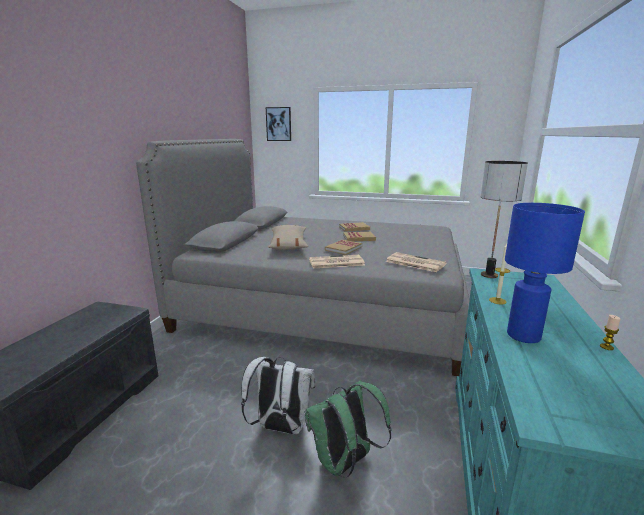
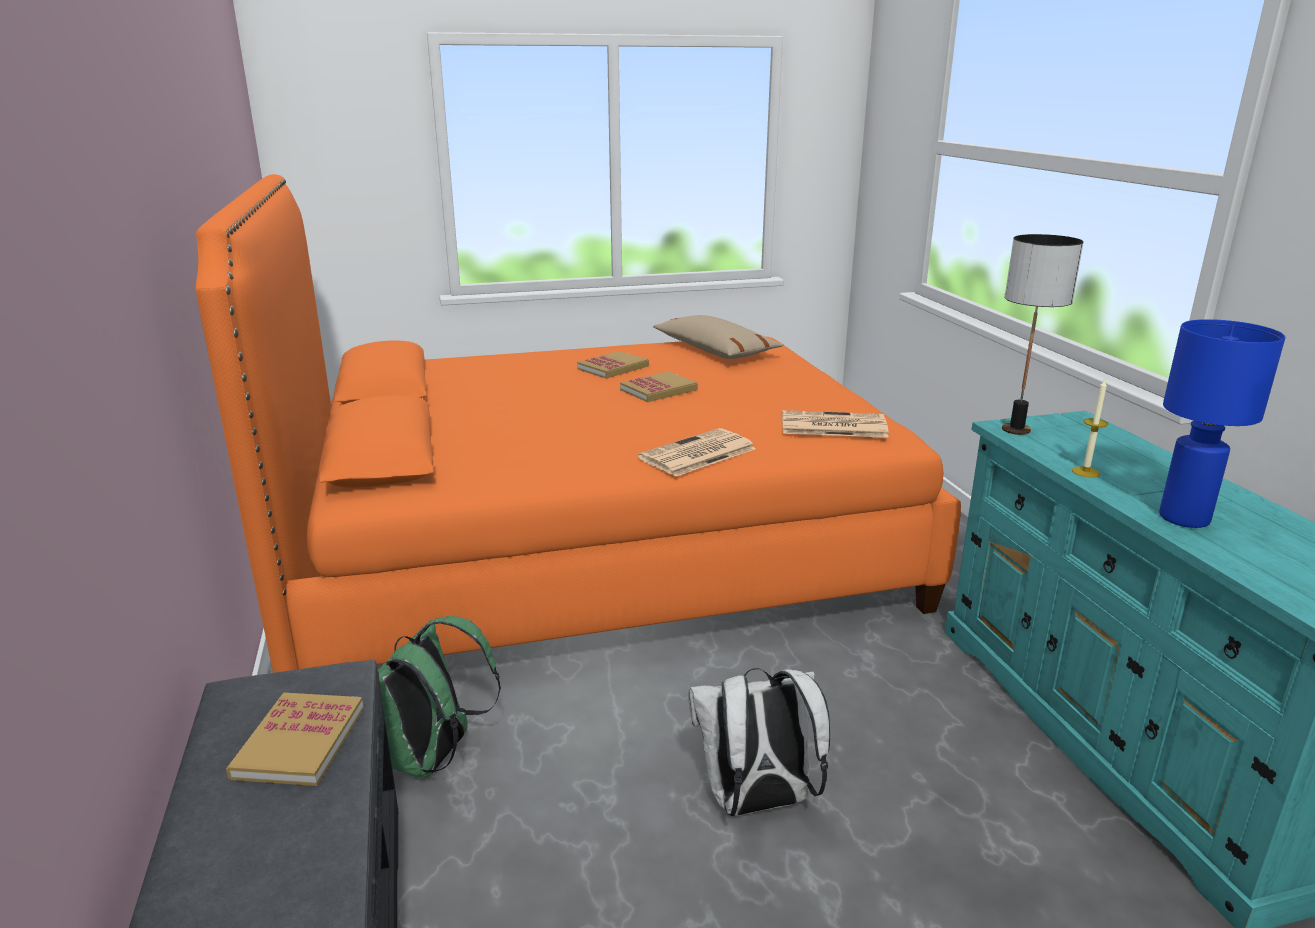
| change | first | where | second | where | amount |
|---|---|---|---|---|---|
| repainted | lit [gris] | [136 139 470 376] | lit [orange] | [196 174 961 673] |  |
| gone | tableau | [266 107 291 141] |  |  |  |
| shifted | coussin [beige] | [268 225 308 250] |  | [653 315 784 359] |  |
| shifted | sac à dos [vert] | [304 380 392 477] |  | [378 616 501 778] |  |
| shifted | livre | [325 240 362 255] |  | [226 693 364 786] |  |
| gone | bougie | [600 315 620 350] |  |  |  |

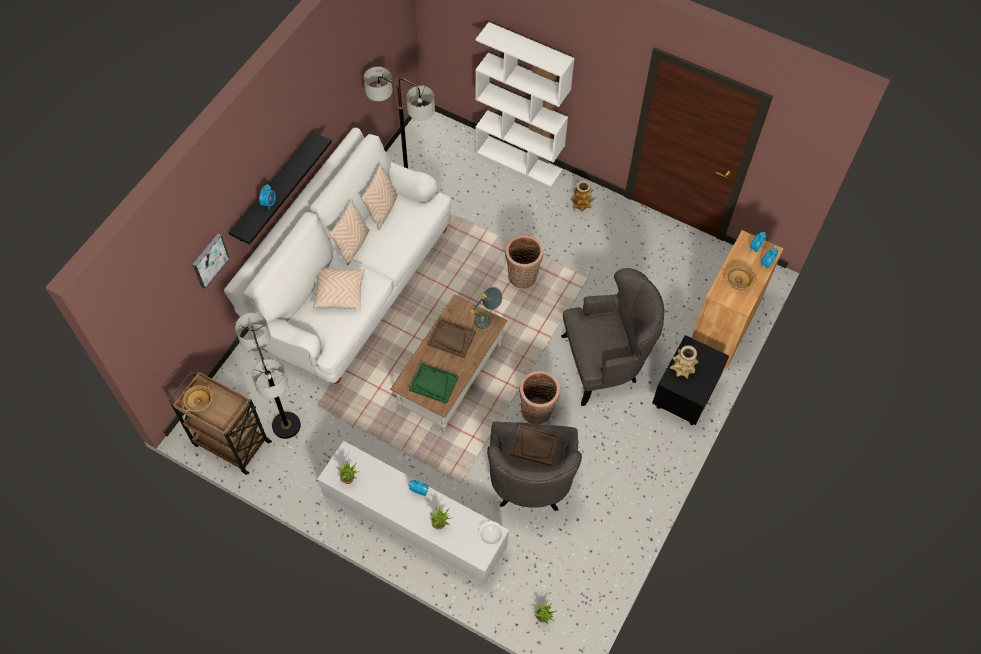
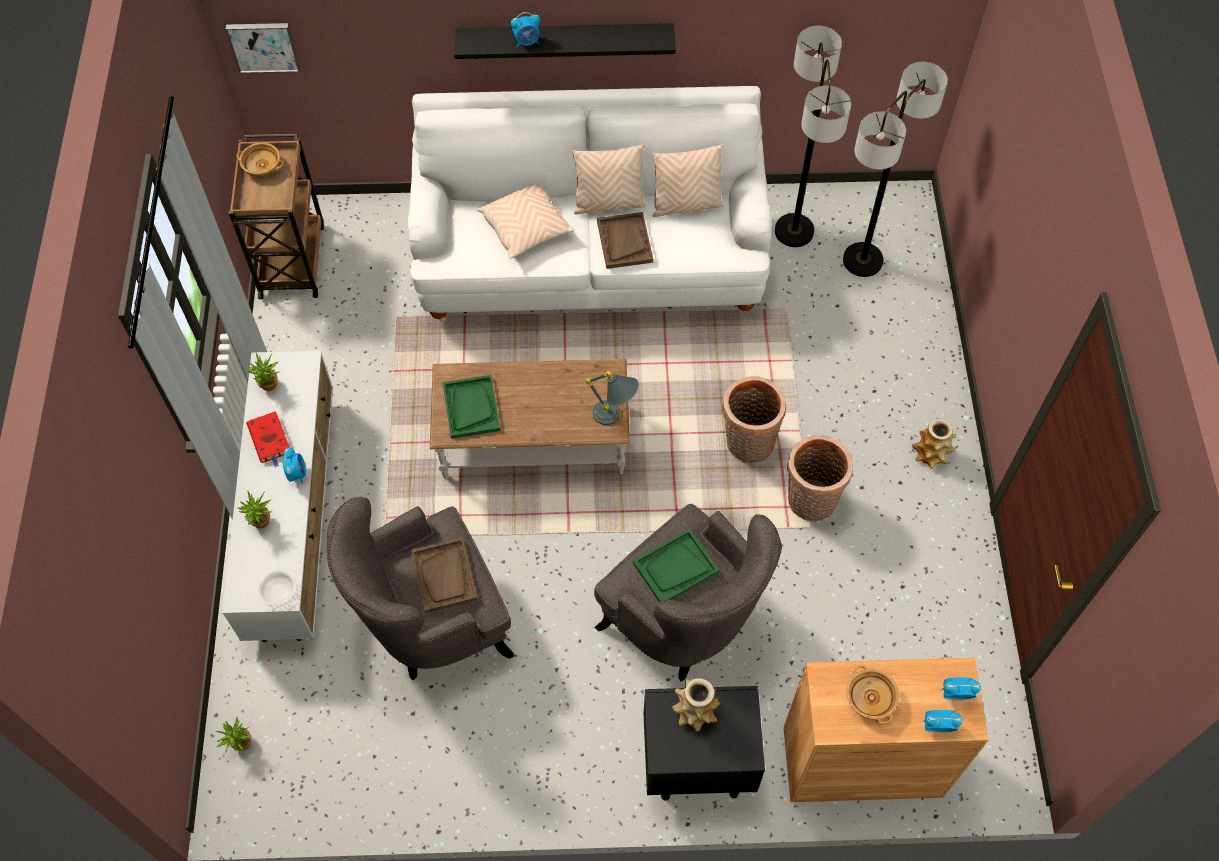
| change | first | where | second | where | amount |
|---|---|---|---|---|---|
| shifted | tableau | [192 234 230 289] |  | [226 23 300 73] |  |
| shifted | lampadaire | [235 312 301 439] |  | [843 62 948 277] |  |
| shifted | plateau [marron] | [427 318 476 358] |  | [597 212 653 269] |  |
| gone | bibliothèque [blanc] | [475 22 574 187] |  |  |  |
| shifted | panier | [519 371 560 424] |  | [787 435 853 522] |  |
| new |  |  | livre [rouge] | [246 411 290 467] |  |
| new |  |  | plateau [vert] | [633 529 719 602] |  |

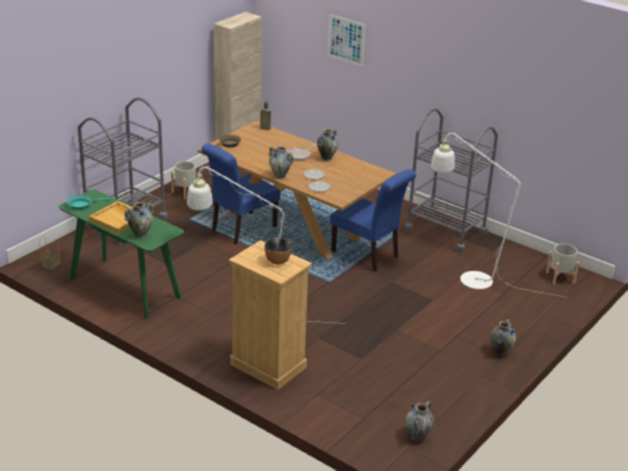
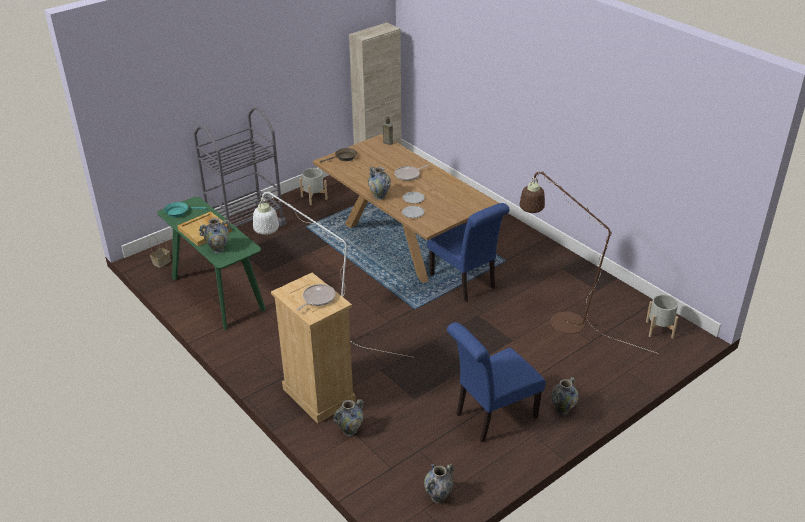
| change | first | where | second | where | amount |
|---|---|---|---|---|---|
| shifted | chaise [bleu] | [201 144 280 244] |  | [447 322 546 442] |  |
| swapped | bol | [265 238 292 265] | poêle | [297 284 335 311] |  |
| shifted | vase | [317 129 339 161] |  | [333 399 364 436] |  |
| gone | tableau | [328 14 366 66] |  |  |  |
| gone | chariot [gris] | [404 108 498 253] |  |  |  |
| repainted | lampadaire [blanc] | [431 132 567 298] | lampadaire [marron] | [520 172 659 354] |  |

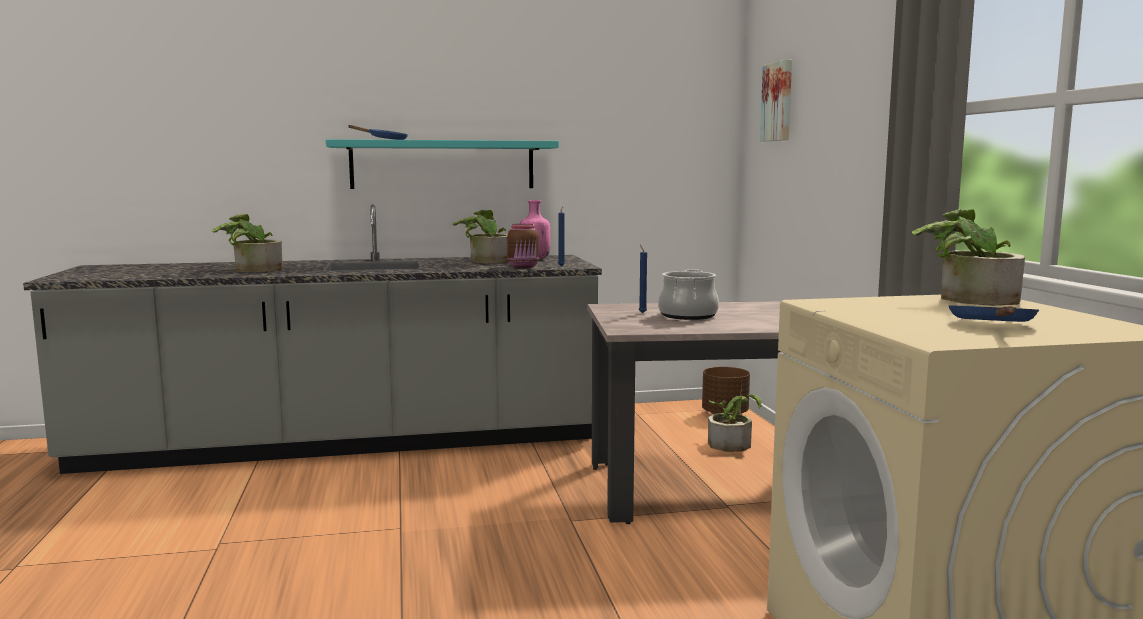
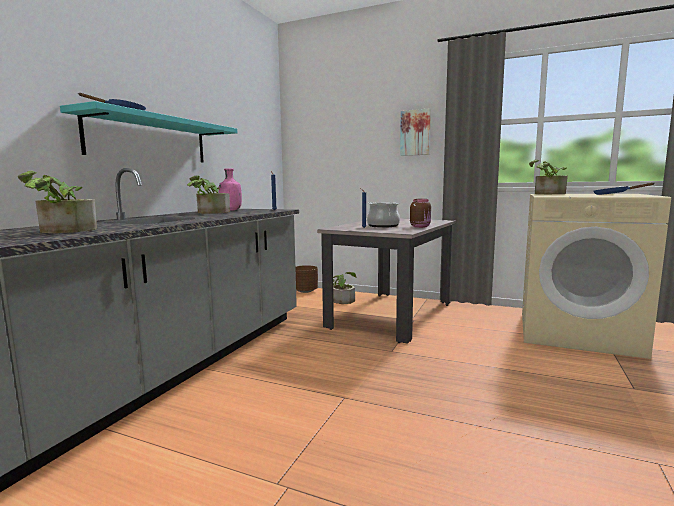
| change | first | where | second | where | amount |
|---|---|---|---|---|---|
| shifted | bocal [marron] | [507 224 539 268] |  | [410 199 431 228] |  |
| shifted | tableau | [760 59 792 142] |  | [400 108 431 156] |  |

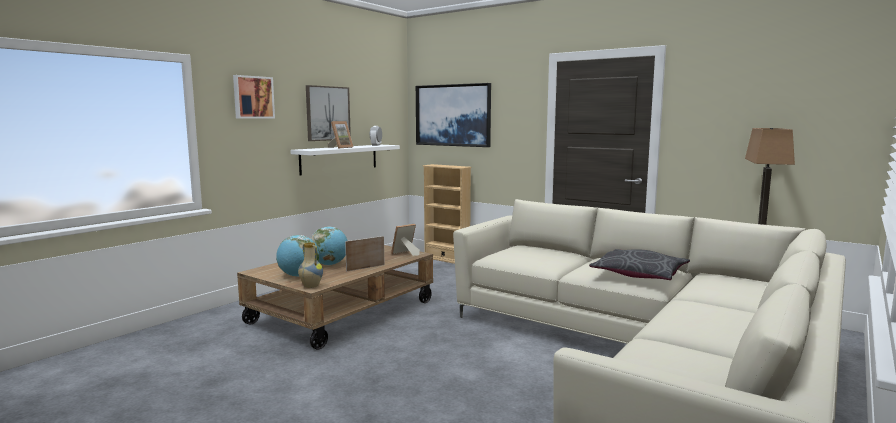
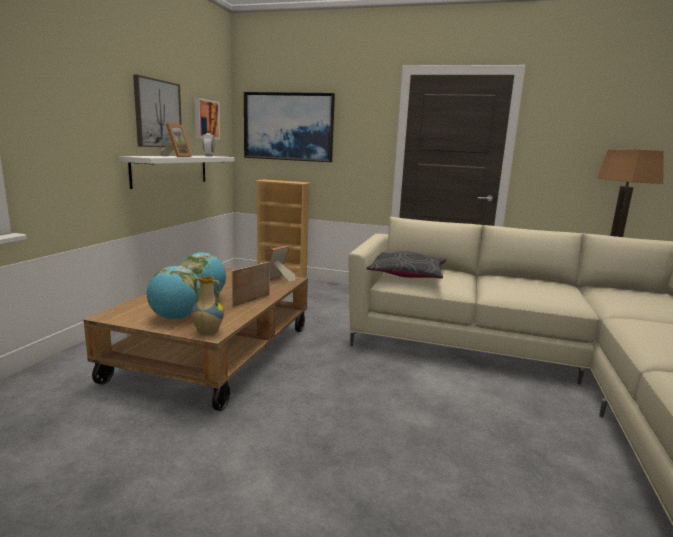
| change | first | where | second | where | amount |
|---|---|---|---|---|---|
| shifted | tableau | [233 75 275 119] |  | [194 98 220 139] |  |
| shifted | coussin [gris] | [589 249 690 280] |  | [366 252 446 278] |  |

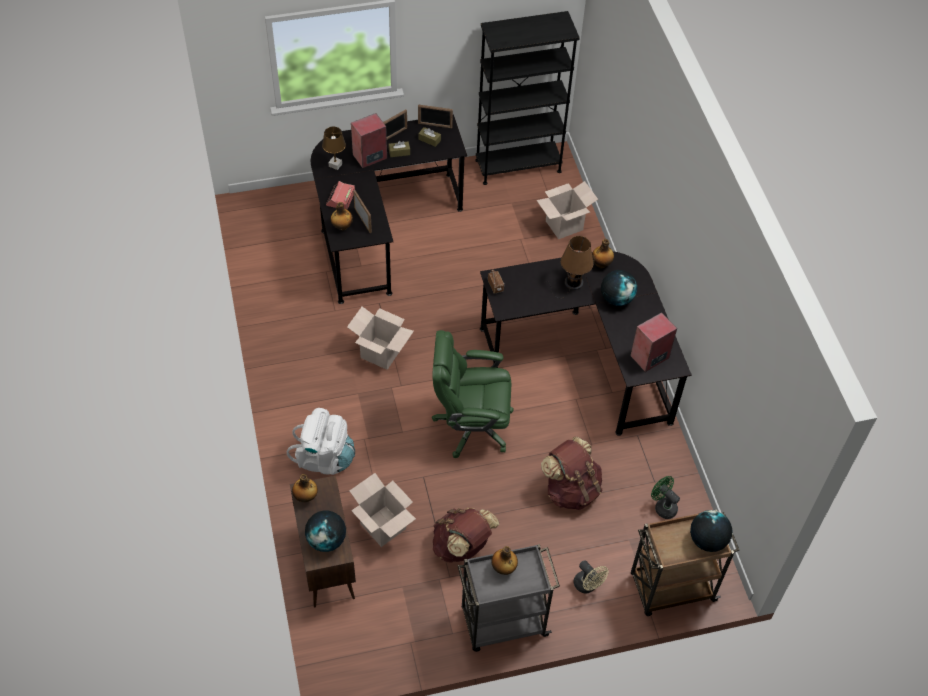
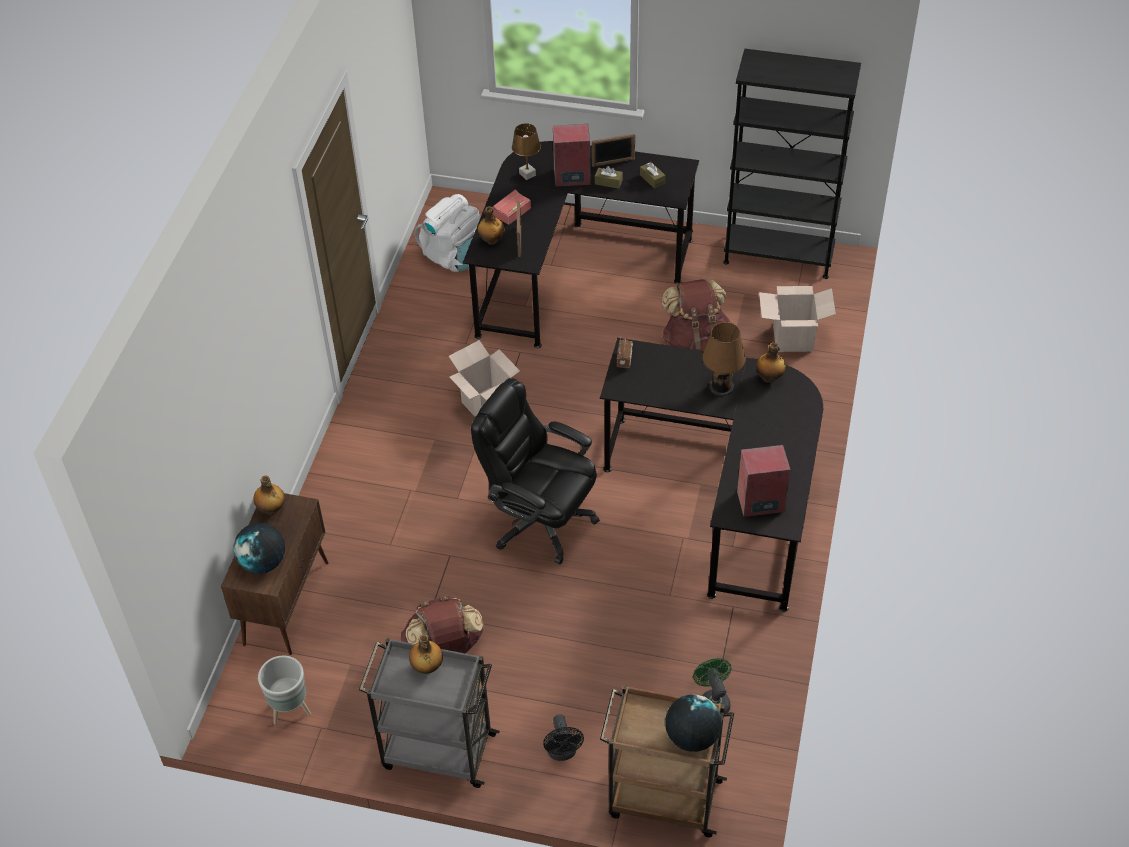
| change | first | where | second | where | amount |
|---|---|---|---|---|---|
| shifted | sac à dos [blanc] | [287 408 355 475] |  | [415 194 480 272] |  |
| gone | carton | [350 473 416 547] |  |  |  |
| gone | cadre photo | [418 104 453 128] |  |  |  |
| repainted | chaise de bureau [vert] | [432 330 514 458] | chaise de bureau [noir] | [471 378 600 564] |  |
| shifted | sac à dos [marron] | [541 436 602 510] |  | [662 279 731 351] |  |
| repainted | ventilateur [beige] | [573 560 609 593] | ventilateur [noir] | [543 714 584 761] |  |
| gone | globe | [601 270 637 306] |  |  |  |
| new |  |  | cache-pot [gris] | [258 656 311 725] |  |

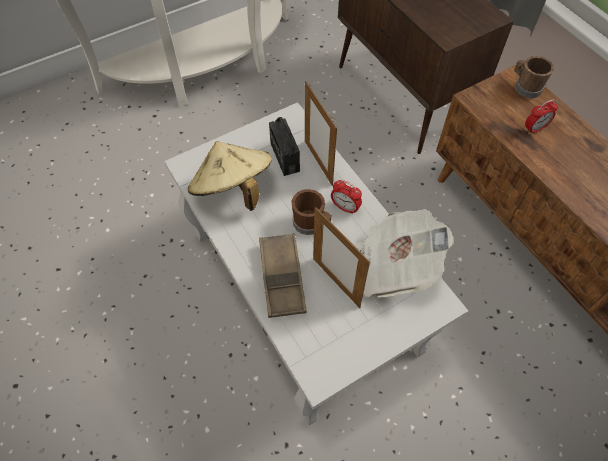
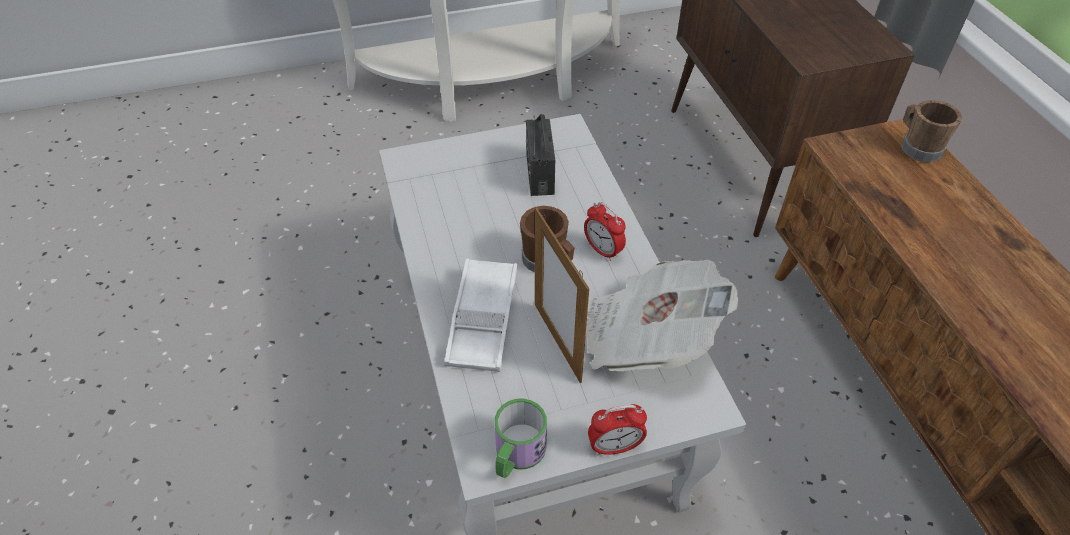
| change | first | where | second | where | amount |
|---|---|---|---|---|---|
| gone | chapeau [beige] | [188 141 272 211] |  |  |  |
| repainted | plateau [marron] | [259 234 307 318] | plateau [blanc] | [444 258 517 372] |  |
| gone | cadre photo | [305 81 337 186] |  |  |  |
| shifted | réveil | [525 99 558 134] |  | [588 404 647 455] |  |
| new |  |  | mug | [495 399 547 478] |  |

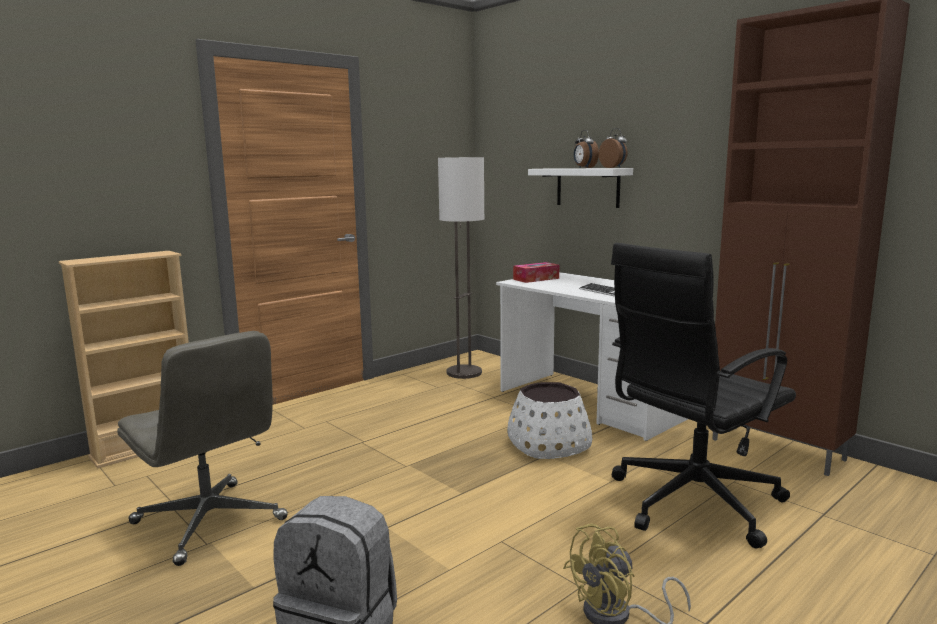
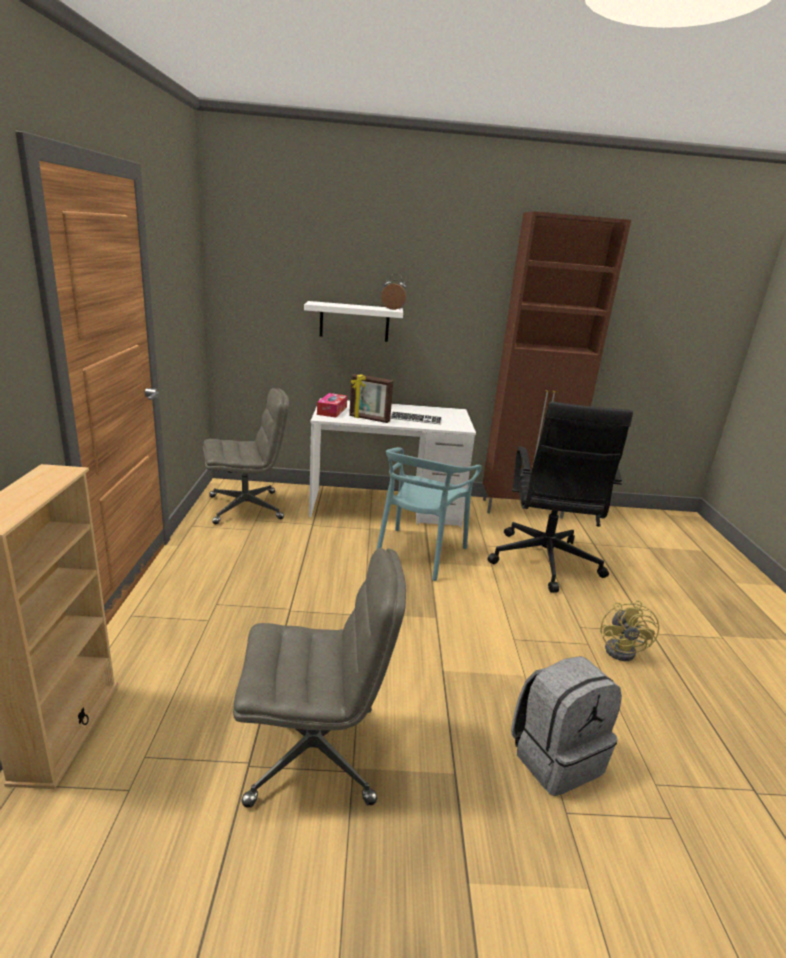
| change | first | where | second | where | amount |
|---|---|---|---|---|---|
| swapped | lampadaire | [438 157 484 379] | chaise de bureau [gris] | [203 388 289 524] |  |
| swapped | cache-pot [blanc] | [507 382 592 459] | chaise [turquoise] | [376 447 481 581] |  |
| gone | réveil | [574 130 599 168] |  |  |  |
| new |  |  | cadre photo | [349 374 393 423] |  |

